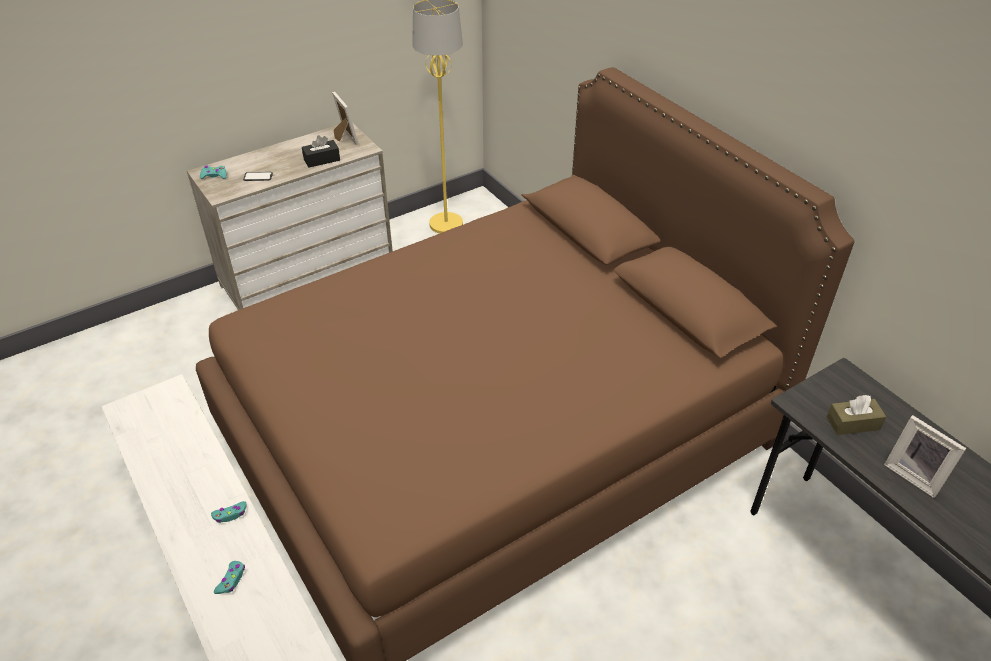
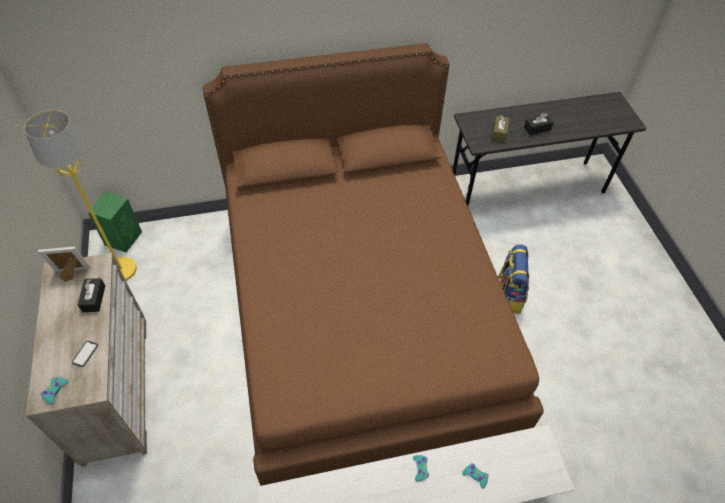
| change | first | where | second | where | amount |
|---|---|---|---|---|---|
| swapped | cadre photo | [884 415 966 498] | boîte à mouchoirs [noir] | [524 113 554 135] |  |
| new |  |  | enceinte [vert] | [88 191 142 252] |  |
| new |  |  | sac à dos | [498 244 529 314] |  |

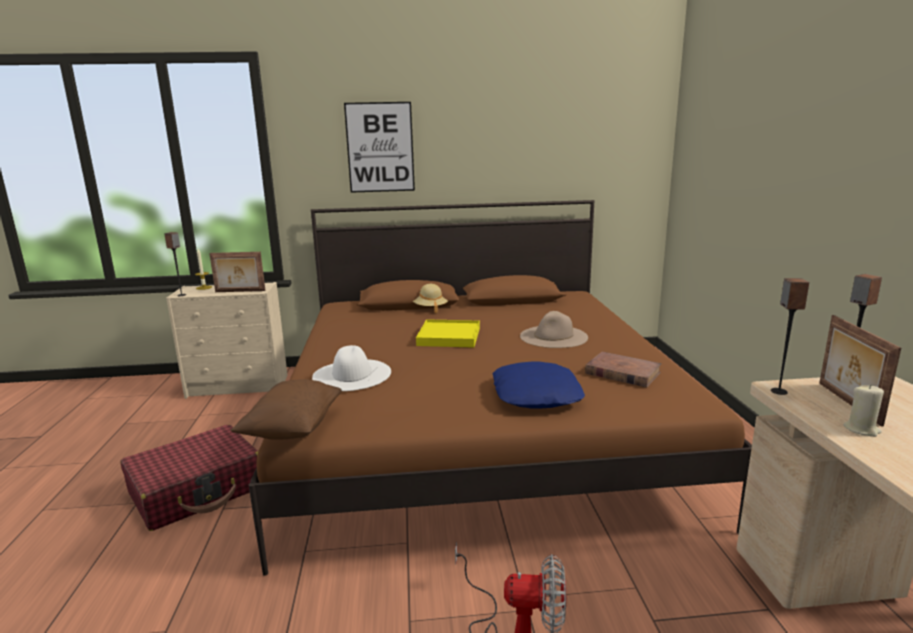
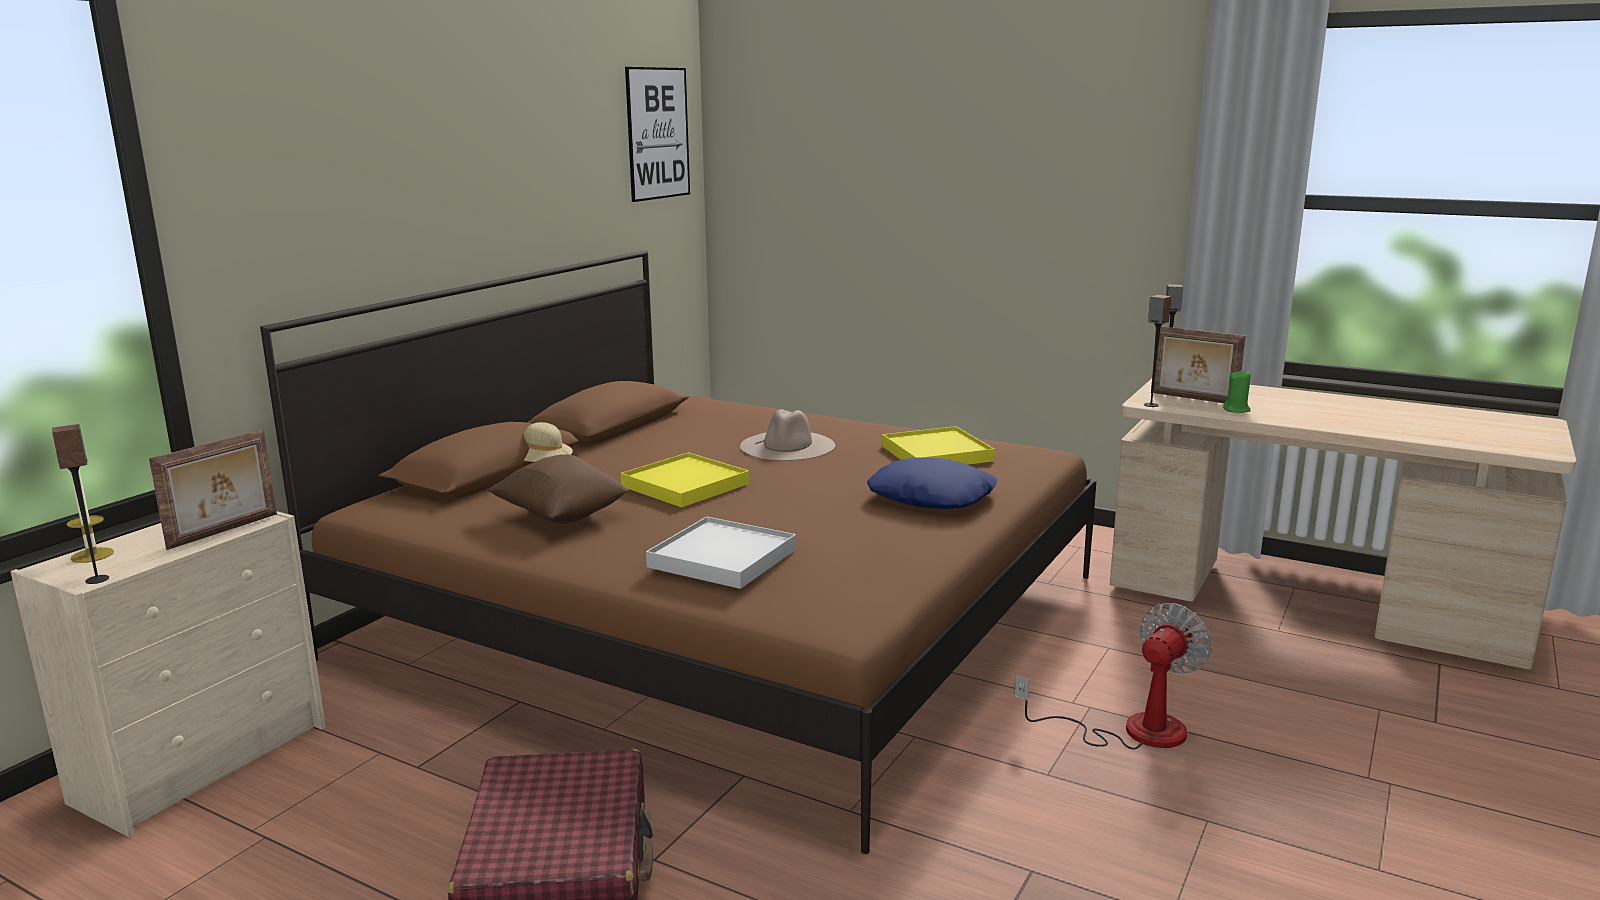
| change | first | where | second | where | amount |
|---|---|---|---|---|---|
| shifted | coussin [marron] | [230 379 342 440] |  | [488 454 629 524] |  |
| swapped | chapeau [blanc] | [312 345 391 391] | plateau [blanc] | [646 517 796 589] |  |
| shifted | tableau | [344 102 415 193] |  | [625 67 690 202] |  |
| swapped | livre [marron] | [585 352 662 388] | plateau [jaune] | [882 426 995 465] |  |
| repainted | bougie [beige] | [843 384 884 437] | bougie [vert] | [1223 370 1251 413] |  |

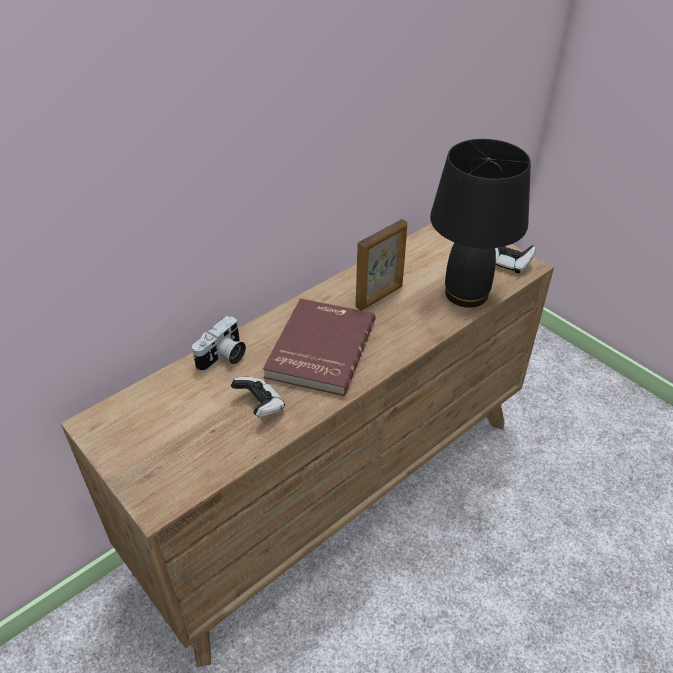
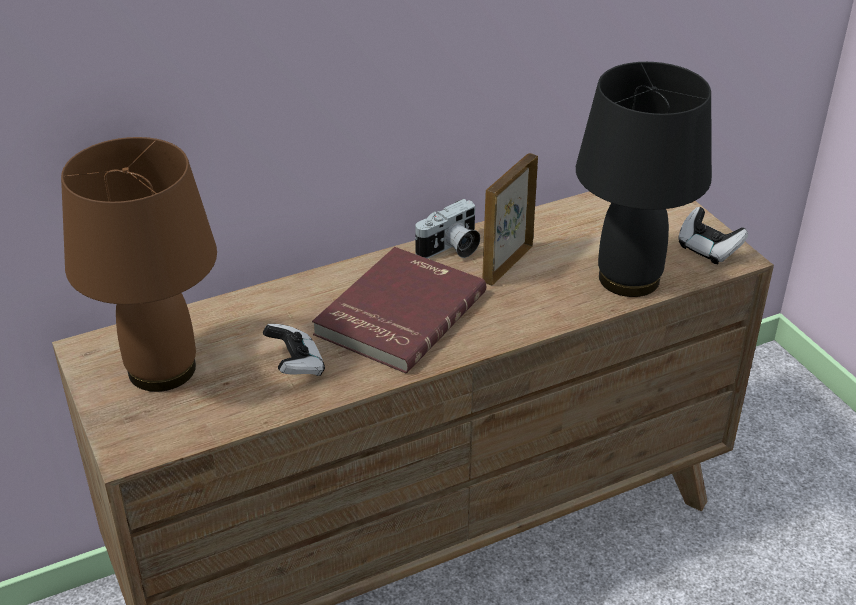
| change | first | where | second | where | amount |
|---|---|---|---|---|---|
| shifted | appareil photo | [192 316 246 372] |  | [415 199 480 259] |  |
| rotated | cadre photo | [356 219 407 310] |  | [482 153 538 286] | 150 degrees clockwise |
| new |  |  | lampe de table [marron] | [61 137 217 392] |  |

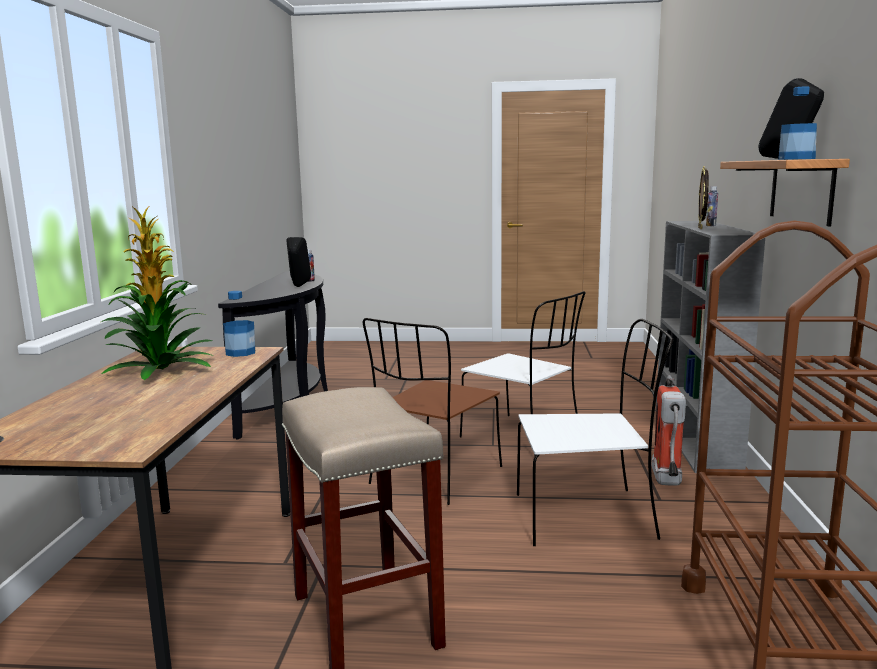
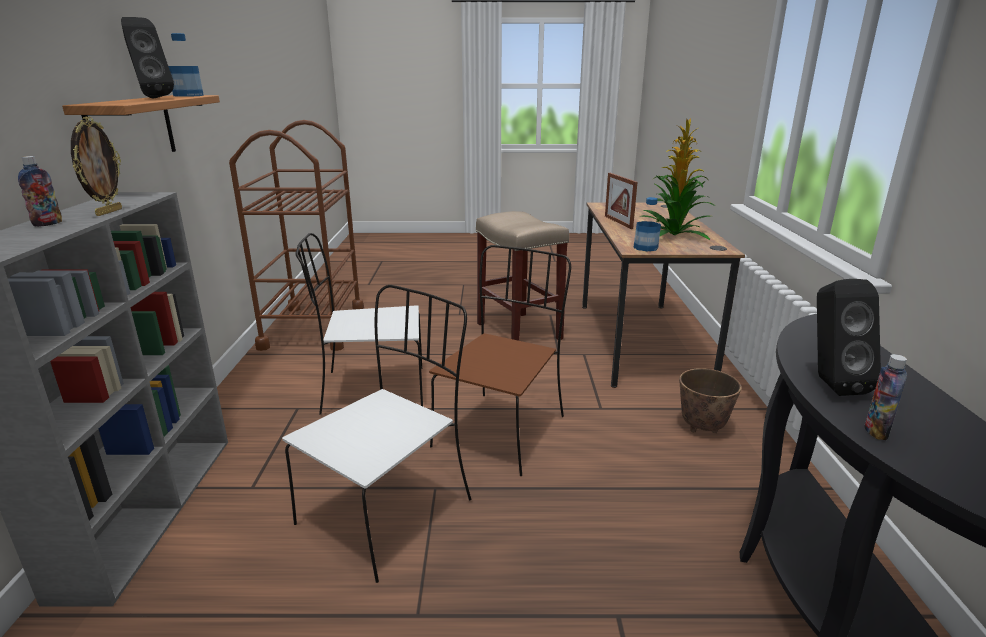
| change | first | where | second | where | amount |
|---|---|---|---|---|---|
| rotated | chaise [blanc] | [460 291 585 456] |  | [282 285 472 583] | 90 degrees clockwise |
| gone | extincteur | [651 375 686 486] |  |  |  |
| new |  |  | cadre photo | [605 173 638 229] |  |
| new |  |  | cache-pot | [679 368 742 433] |  |

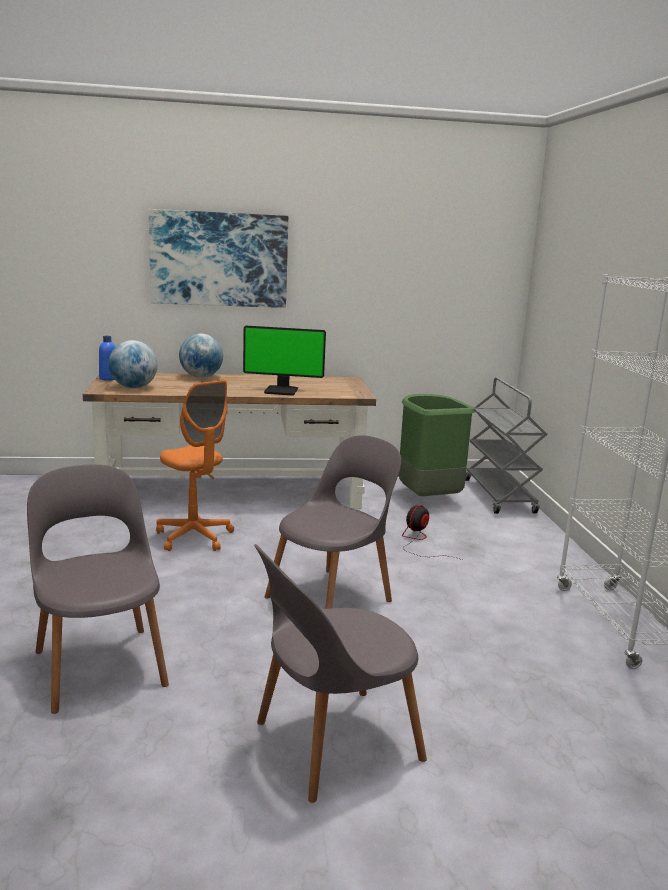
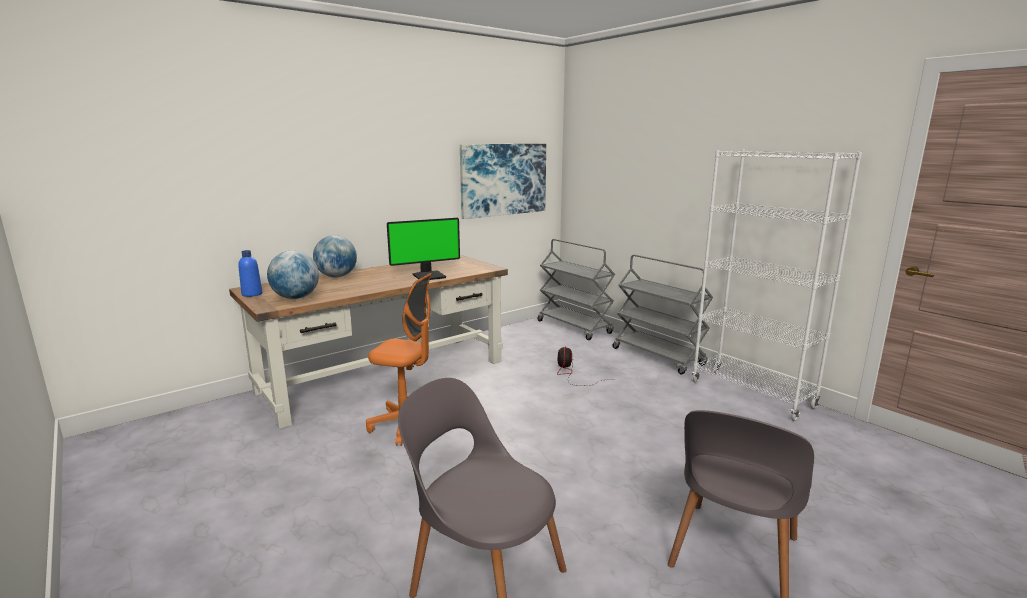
| change | first | where | second | where | amount |
|---|---|---|---|---|---|
| shifted | tableau | [149 209 288 308] |  | [460 144 546 219] |  |
| gone | chaise [gris] | [265 435 401 609] |  |  |  |
| gone | poubelle [vert] | [398 394 474 496] |  |  |  |
| new |  |  | chariot [gris] | [613 255 713 374] |  |

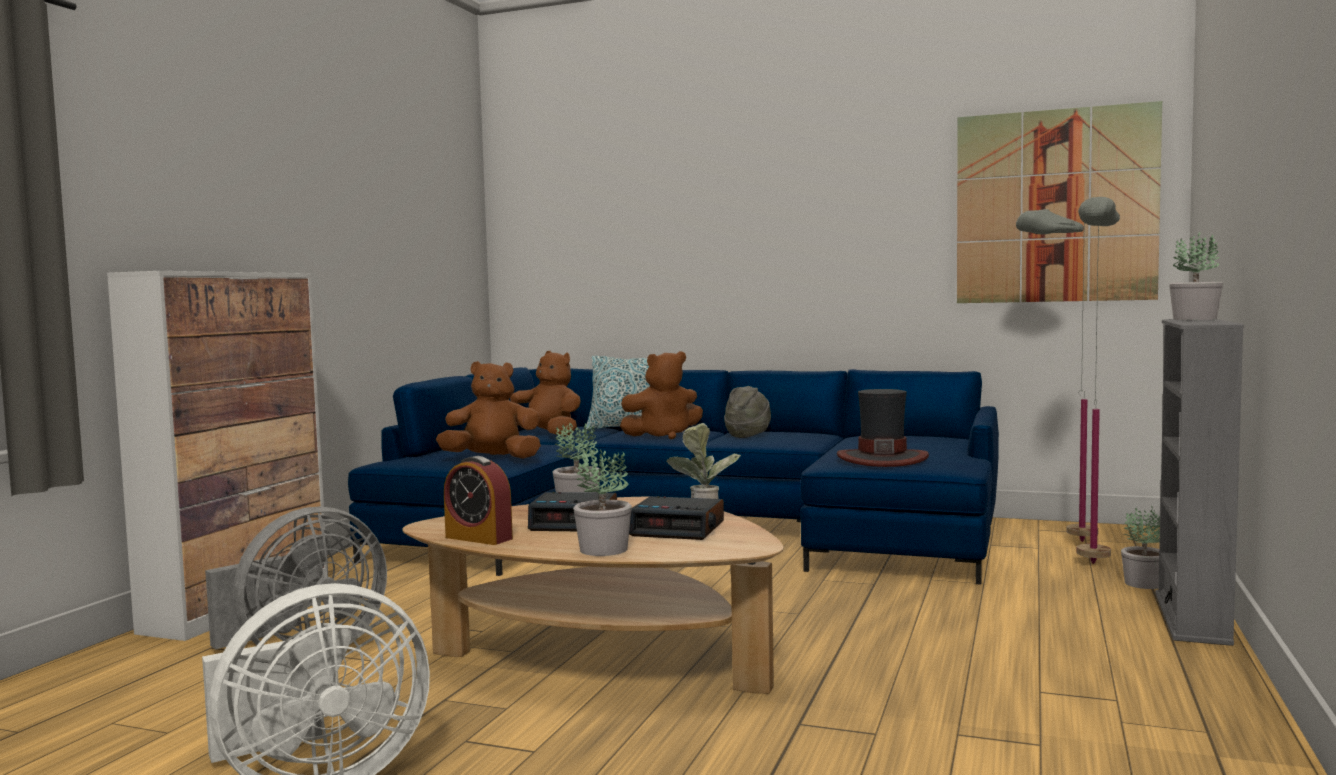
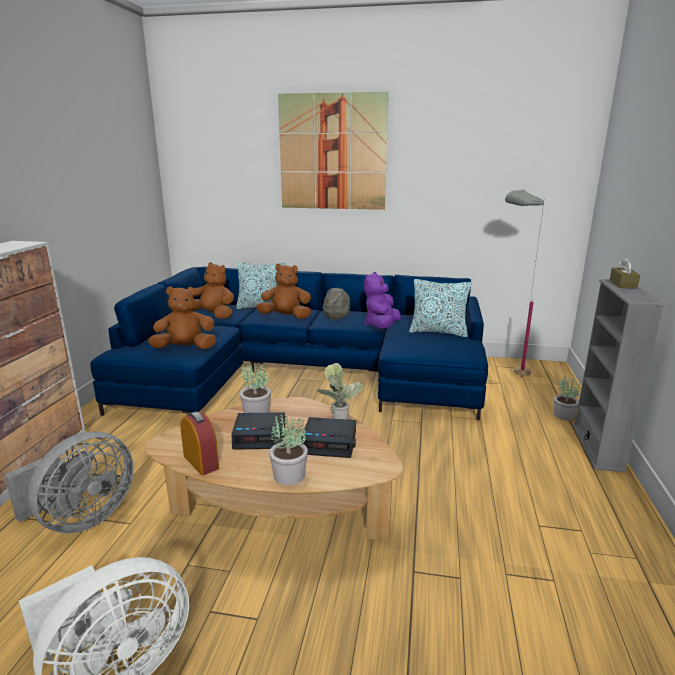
| change | first | where | second | where | amount |
|---|---|---|---|---|---|
| rotated | réveil | [444 456 513 545] |  | [180 411 219 476] | 150 degrees counterclockwise |
| rotated | peluche [marron] | [620 351 703 439] |  | [256 264 311 319] | 150 degrees counterclockwise |
| gone | chapeau | [837 389 929 467] |  |  |  |
| shifted | tableau | [957 101 1162 303] |  | [278 92 389 210] |  |
| gone | lampadaire [gris] | [1077 197 1120 564] |  |  |  |
| swapped | plante en pot | [1169 232 1223 320] | boîte à mouchoirs [marron] | [610 258 640 289] |  |
| new |  |  | peluche [violet] | [364 272 401 329] |  |
| new |  |  | coussin | [409 279 472 337] |  |

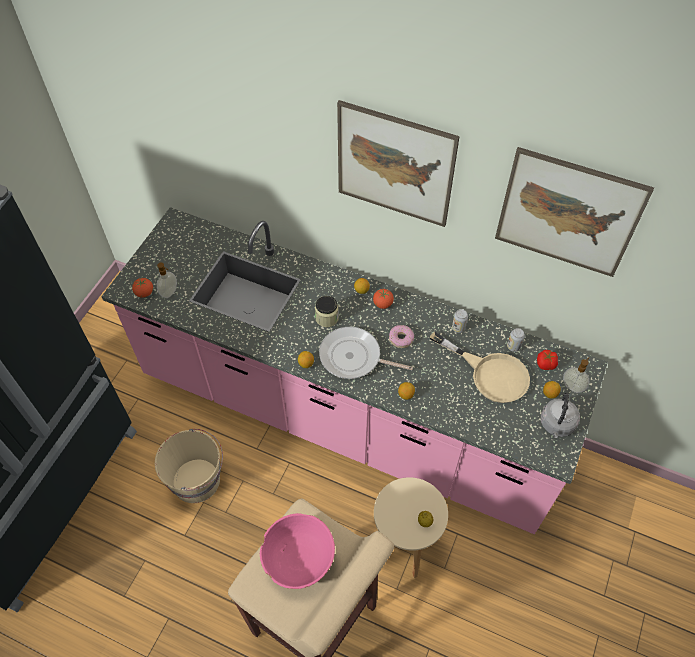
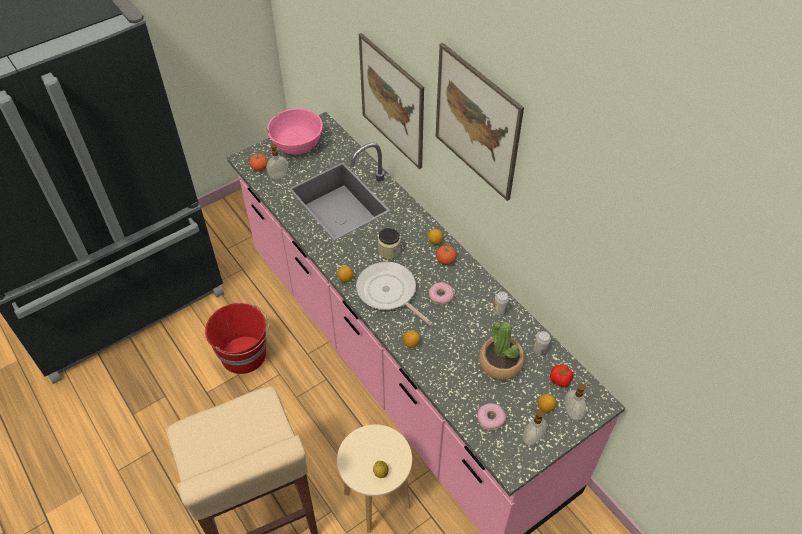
| change | first | where | second | where | amount |
|---|---|---|---|---|---|
| repainted | seau [beige] | [155 429 223 503] | seau [rouge] | [205 303 269 374] |  |
| shifted | bol [rose] | [260 513 335 589] |  | [267 108 323 155] |  |
| swapped | poêle [beige] | [430 332 530 403] | plante en pot | [479 322 525 380] |  |
| shifted | tableau | [495 147 654 277] |  | [359 33 424 169] |  |
| swapped | bouilloire [gris] | [541 393 580 438] | distributeur de savon | [523 408 547 446] |  |
| new |  |  | beignet | [477 403 506 431] |  |

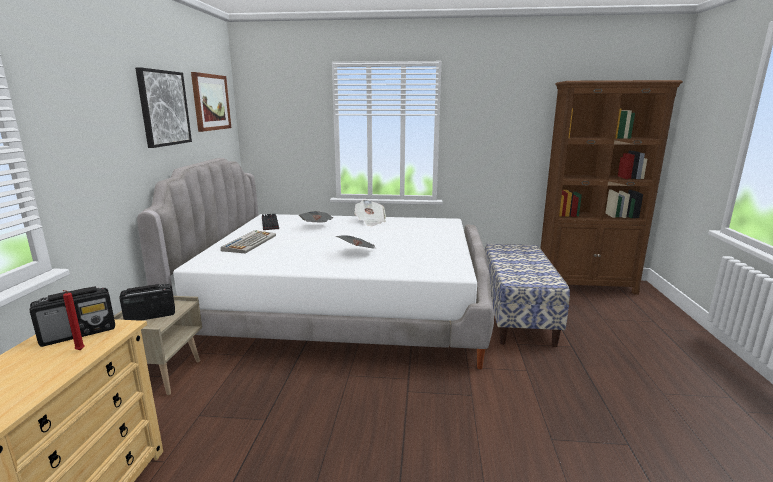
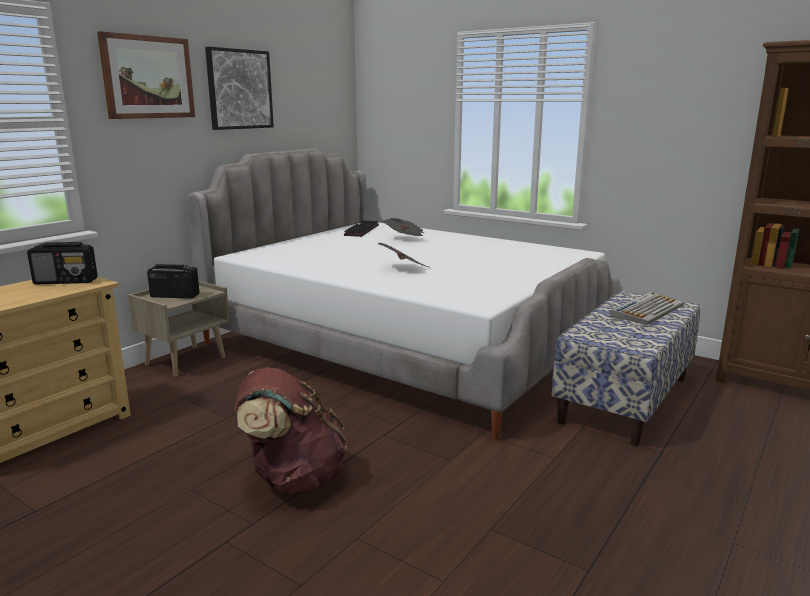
| change | first | where | second | where | amount |
|---|---|---|---|---|---|
| gone | bougie [rouge] | [62 290 85 350] |  |  |  |
| shifted | tableau | [191 72 231 132] |  | [97 31 195 119] |  |
| shifted | clavier | [221 230 276 254] |  | [610 292 684 325] |  |
| gone | journal | [354 200 386 226] |  |  |  |
| new |  |  | sac à dos [marron] | [234 368 347 493] |  |

